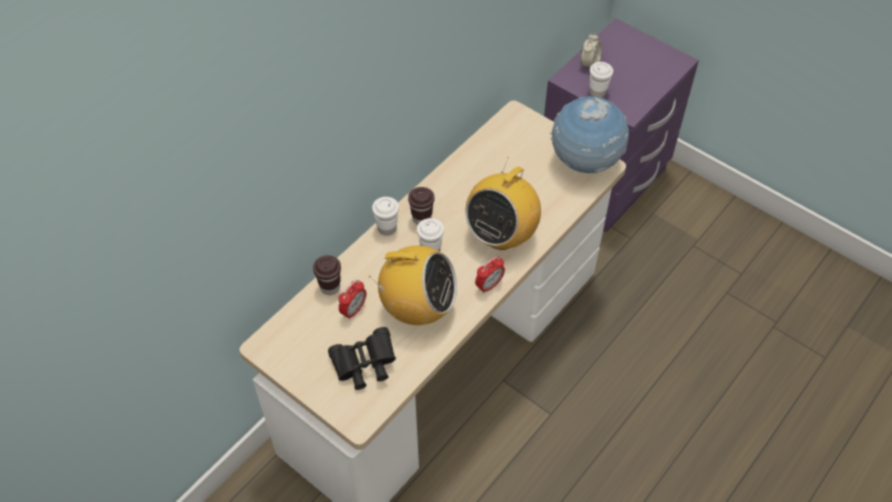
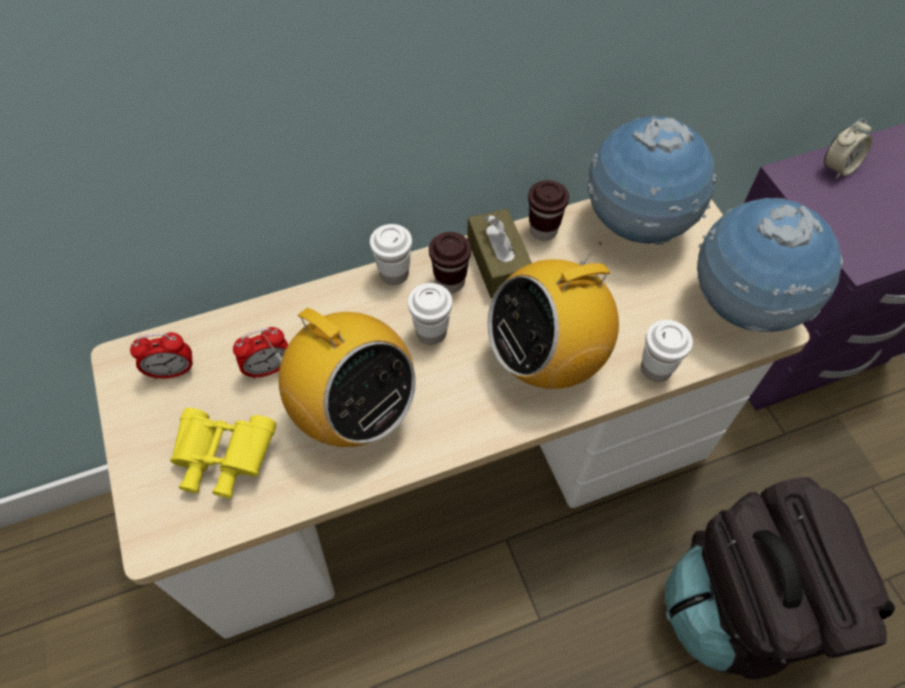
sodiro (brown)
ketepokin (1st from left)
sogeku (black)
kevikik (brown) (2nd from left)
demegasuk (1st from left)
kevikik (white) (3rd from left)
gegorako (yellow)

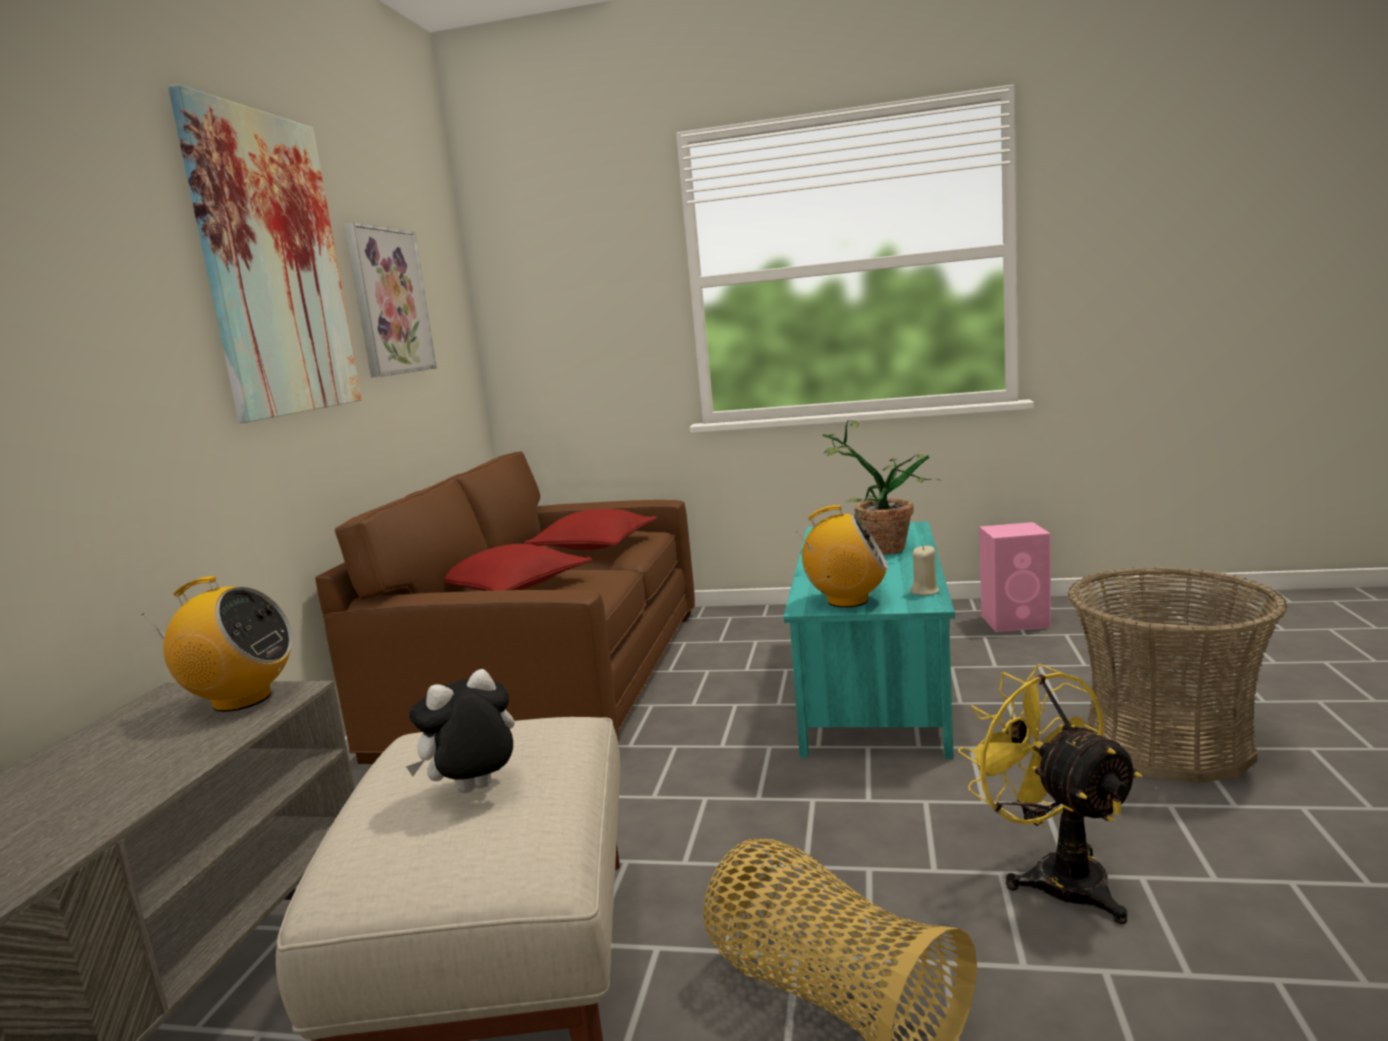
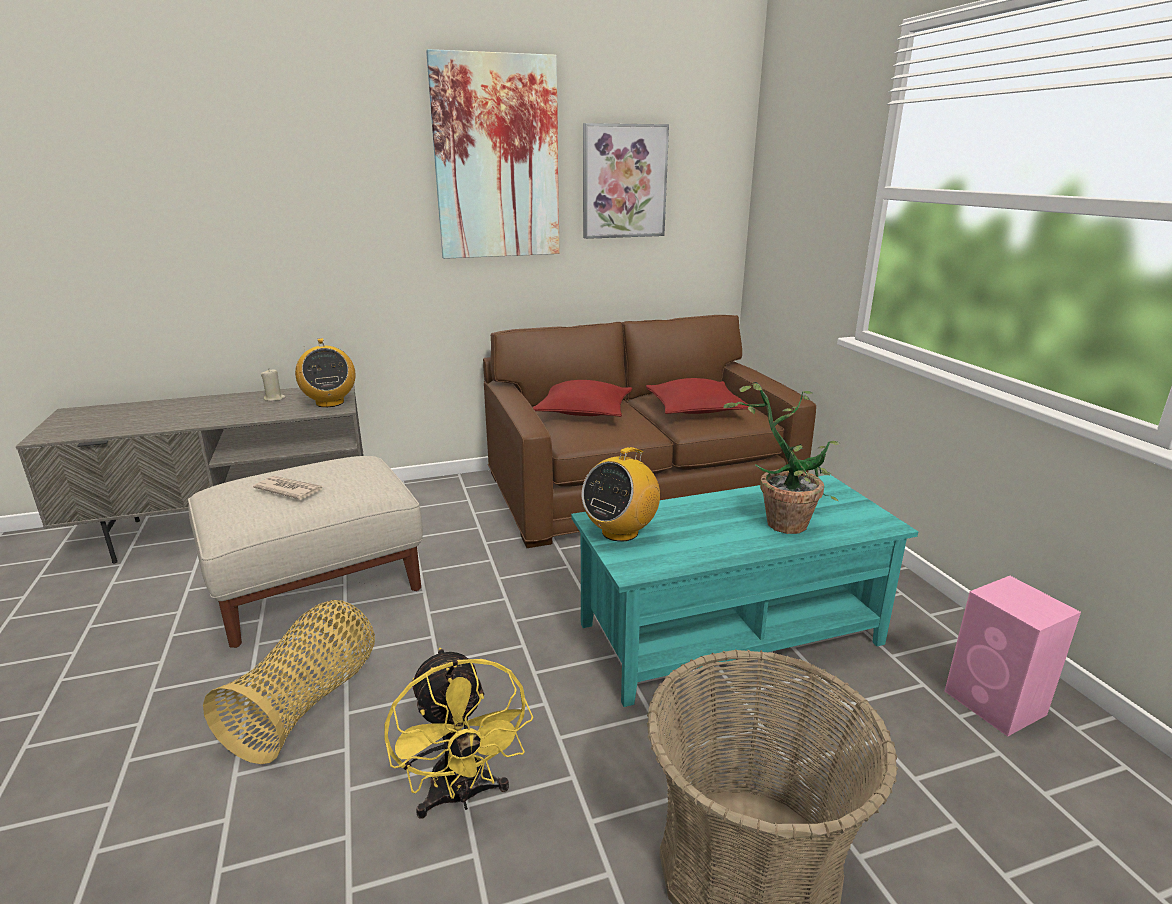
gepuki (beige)
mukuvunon
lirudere (2nd from left)
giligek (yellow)

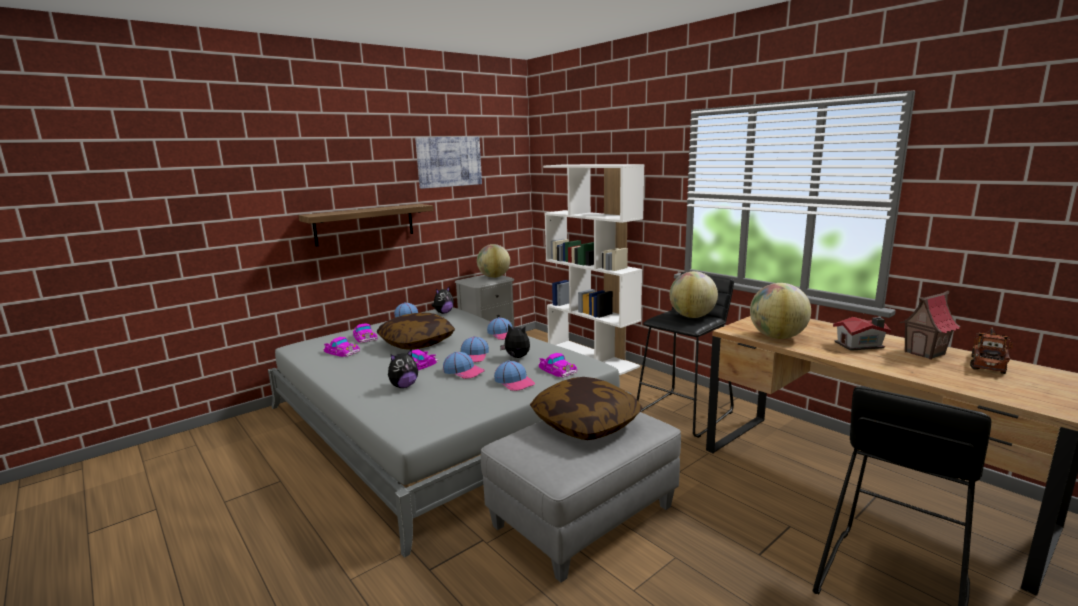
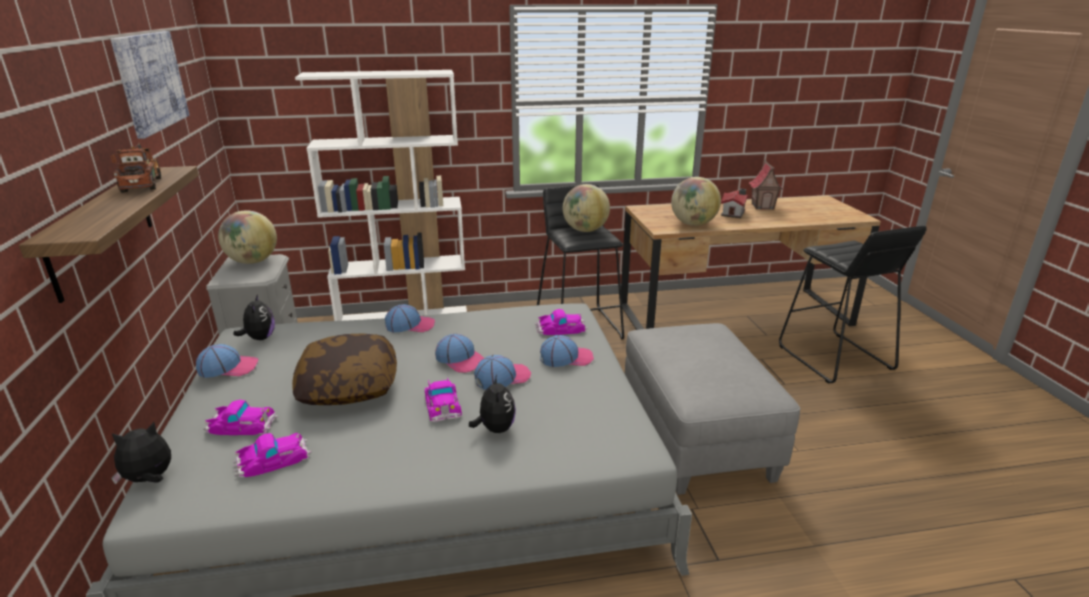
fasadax (2nd from left in the first image)
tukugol (1st from left)
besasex

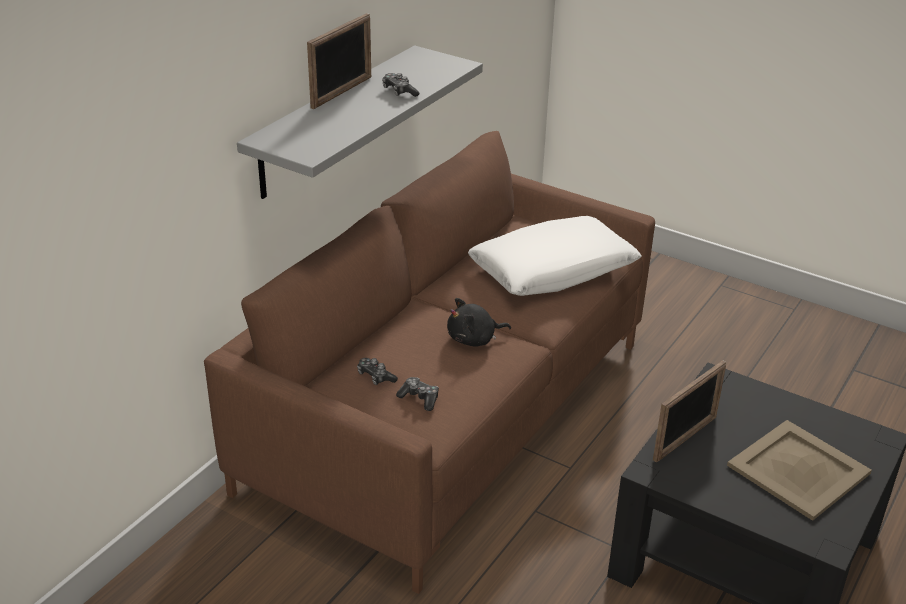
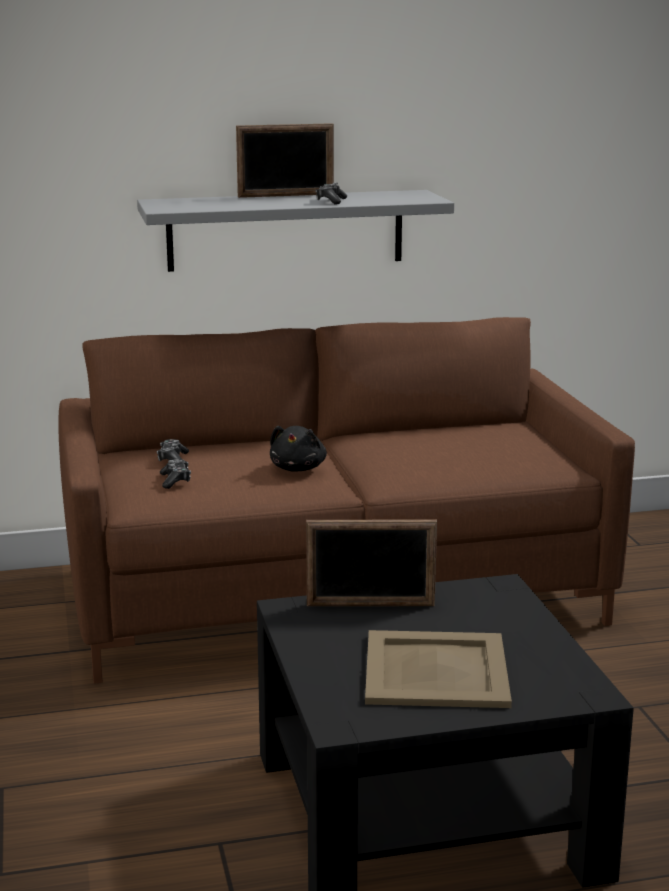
fasadax (white)
tukugol (black)

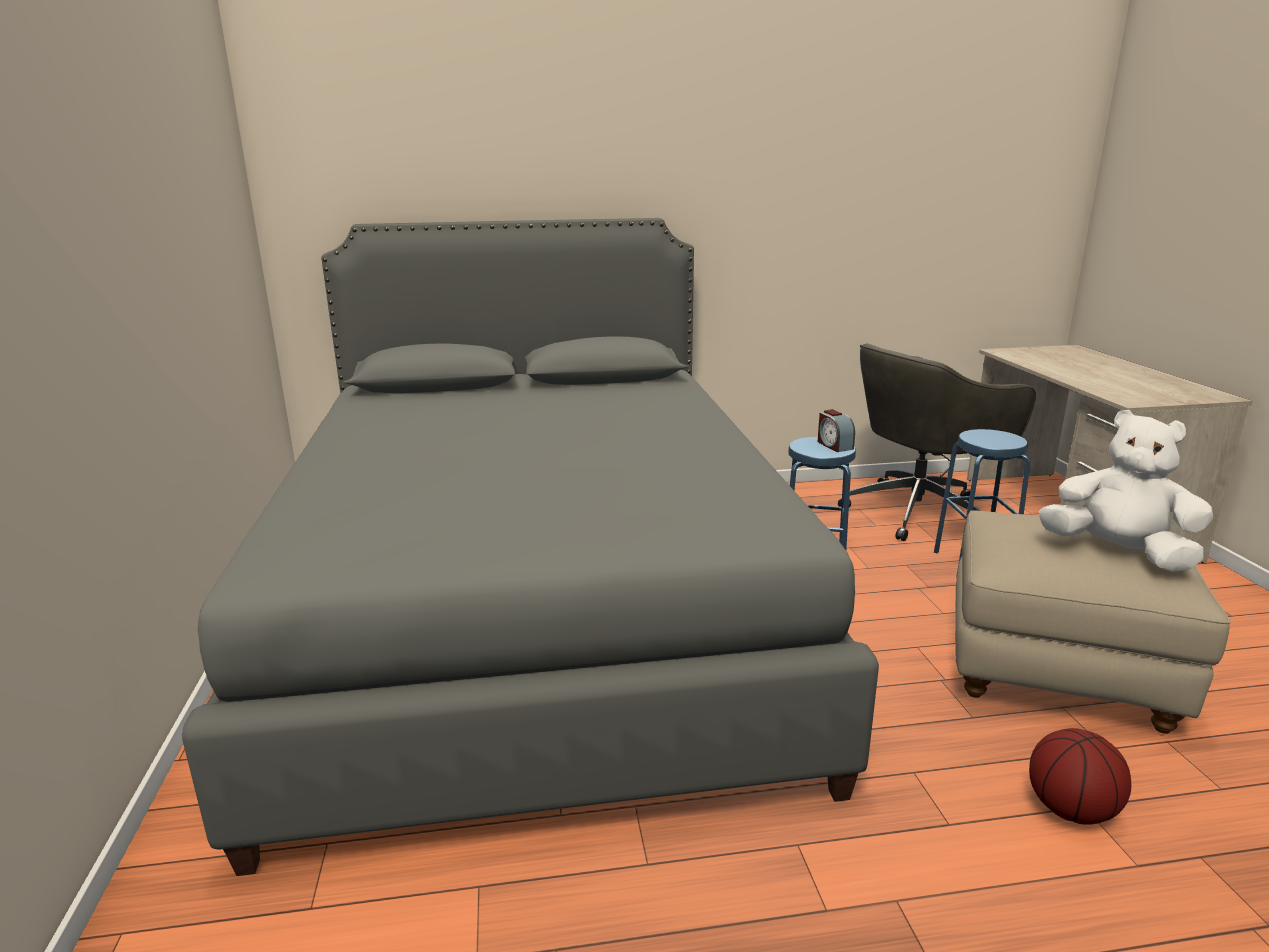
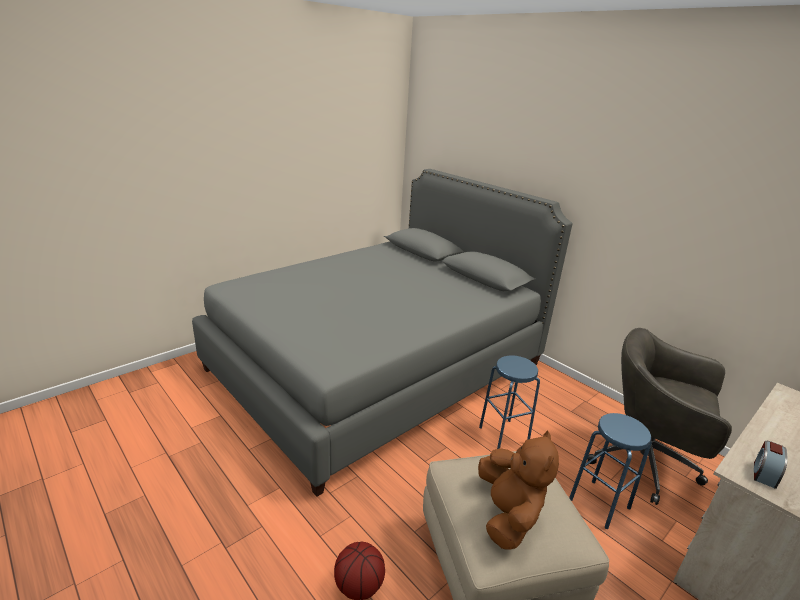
demegasuk
tukugol (brown)

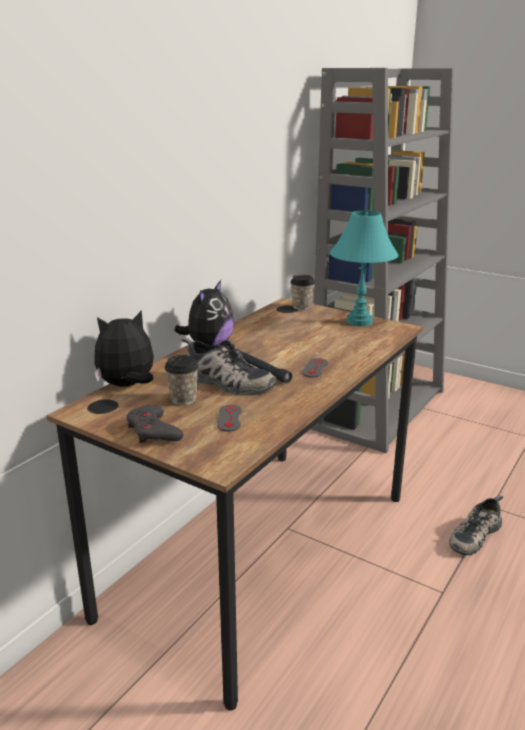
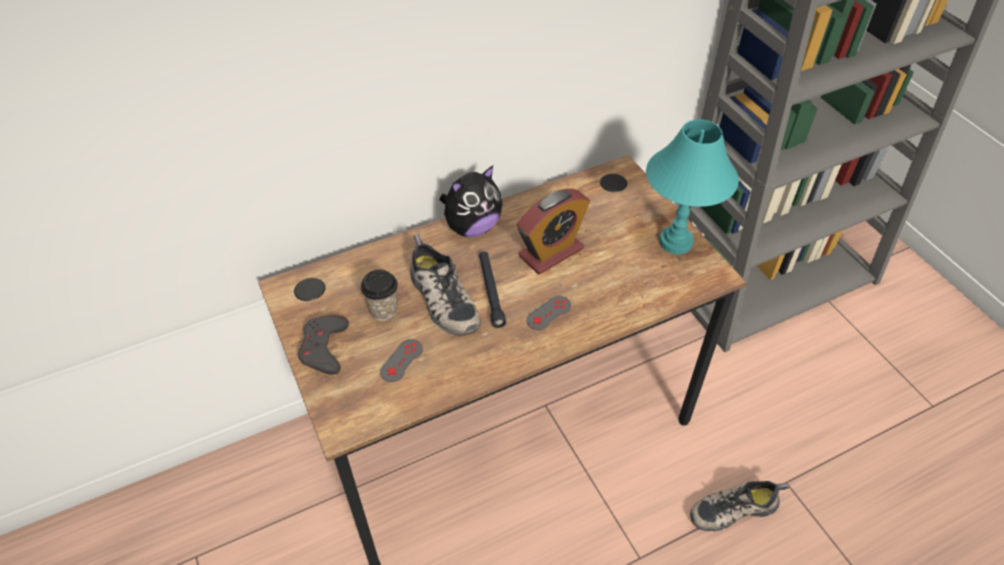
tukugol (1st from left in the first image)
kevikik (2nd from left in the first image)
demegasuk

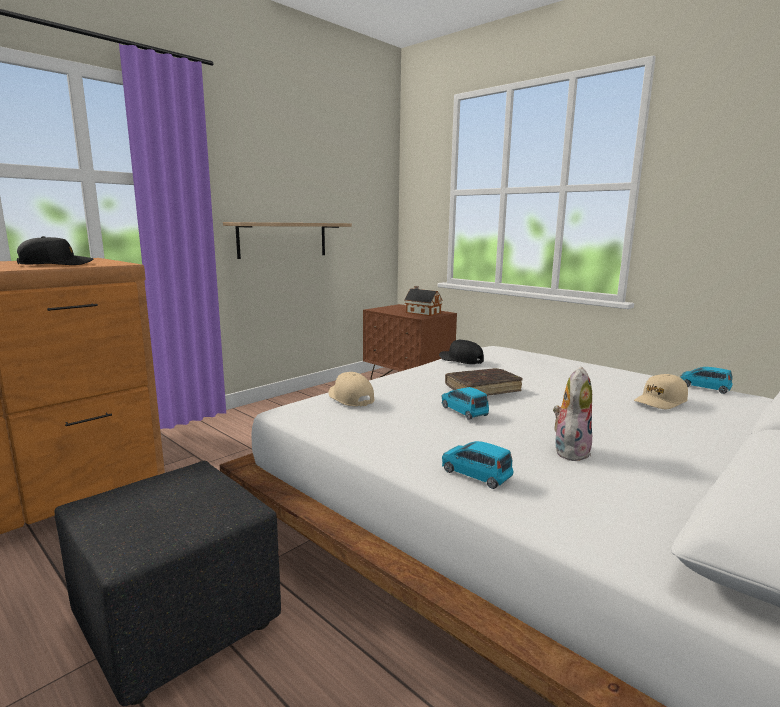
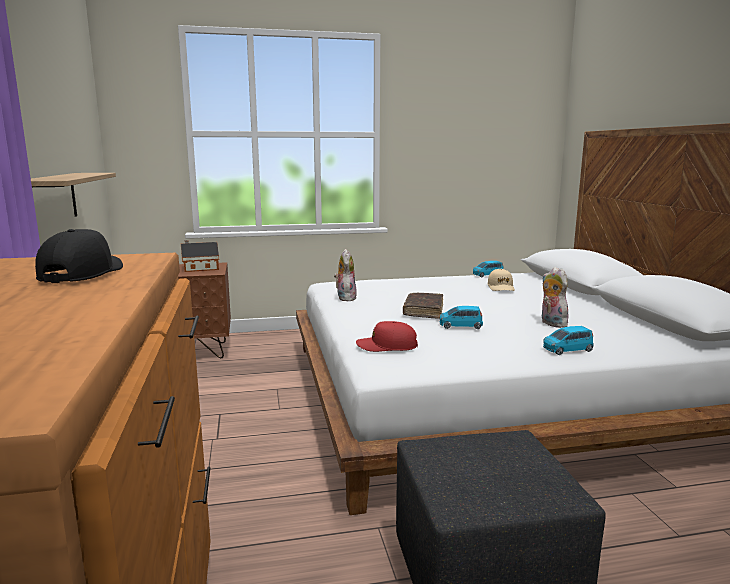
tukugol (1st from left)
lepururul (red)

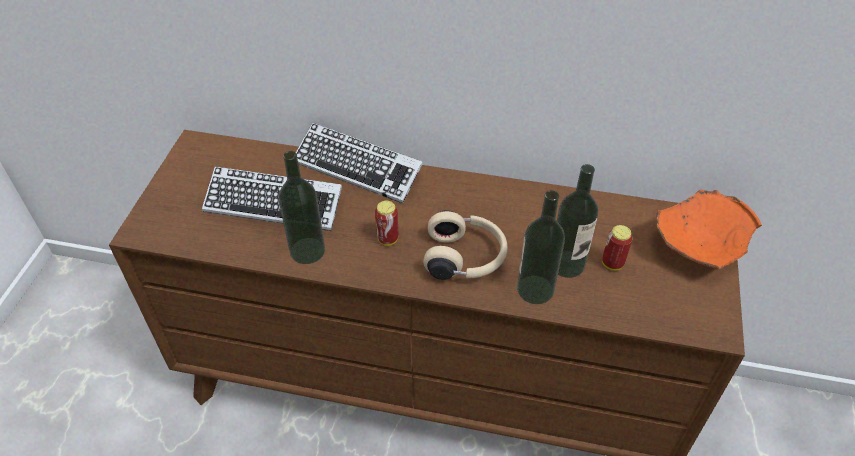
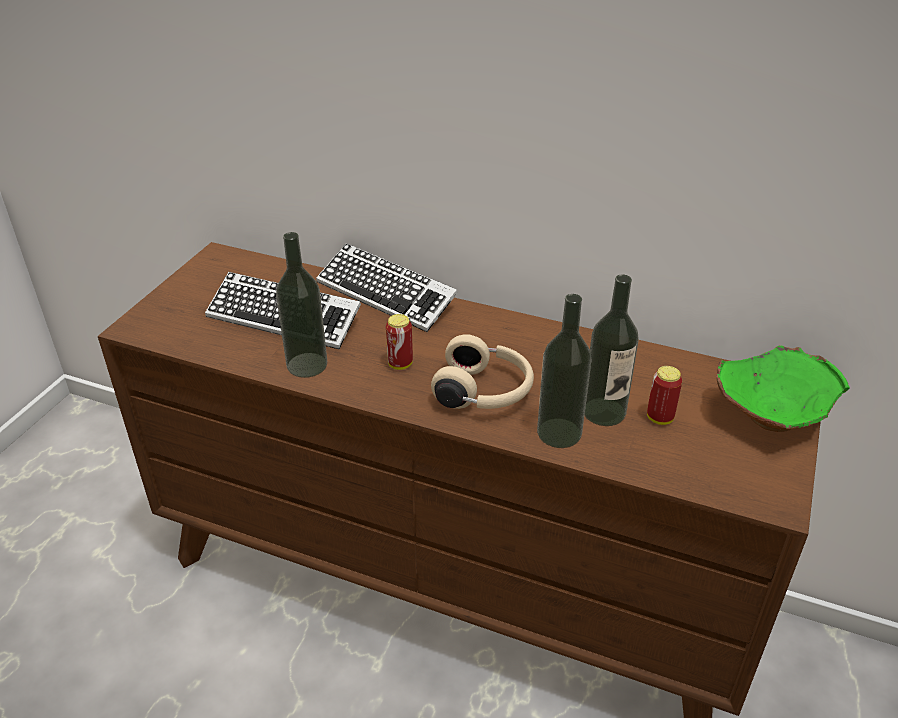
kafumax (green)

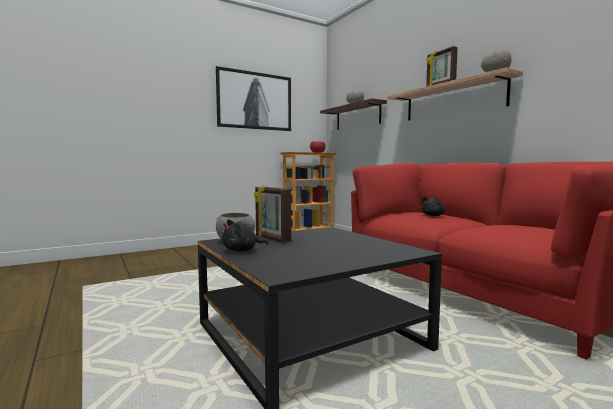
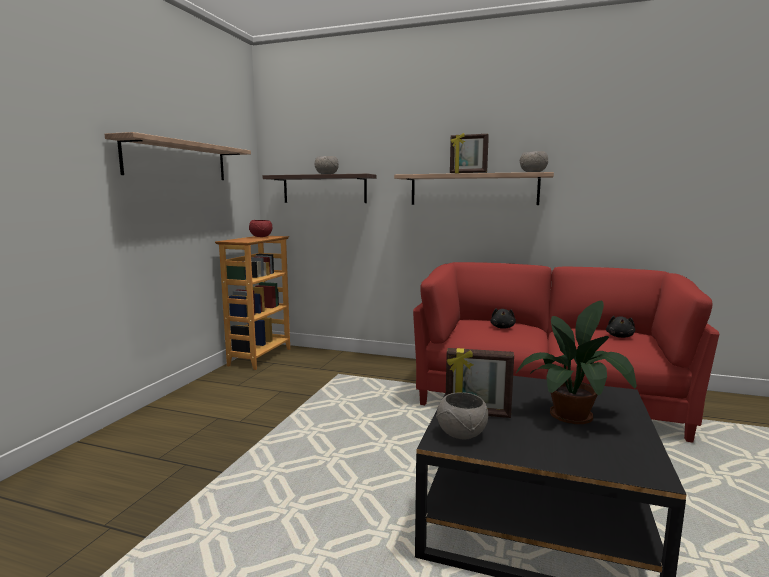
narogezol
tukugol (black) (2nd from left)
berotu (1st from left)

